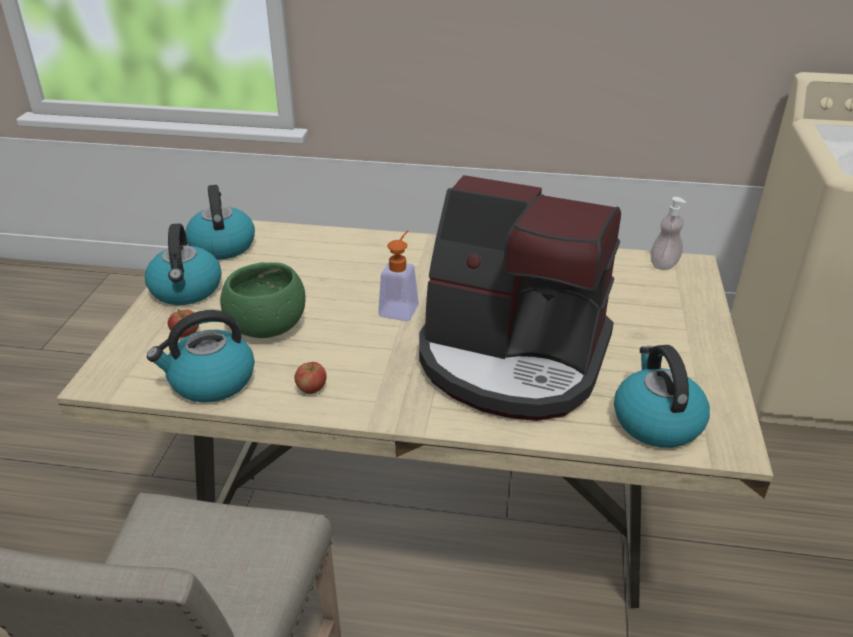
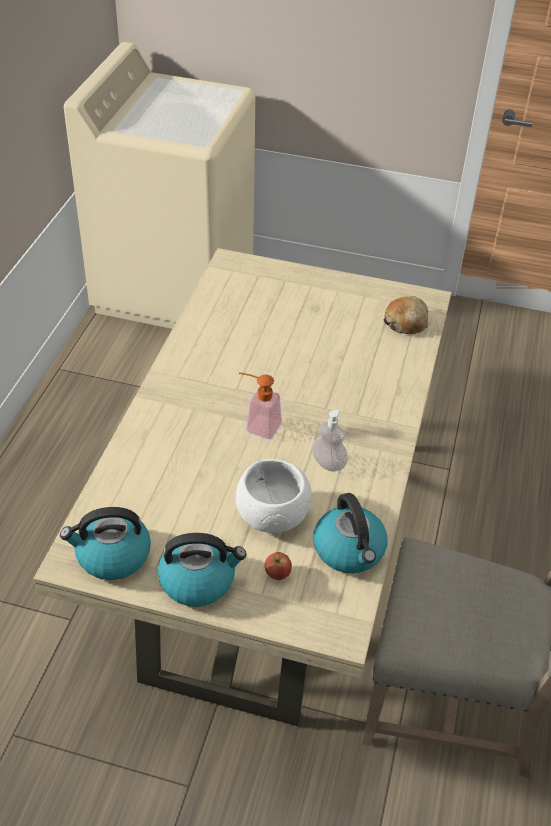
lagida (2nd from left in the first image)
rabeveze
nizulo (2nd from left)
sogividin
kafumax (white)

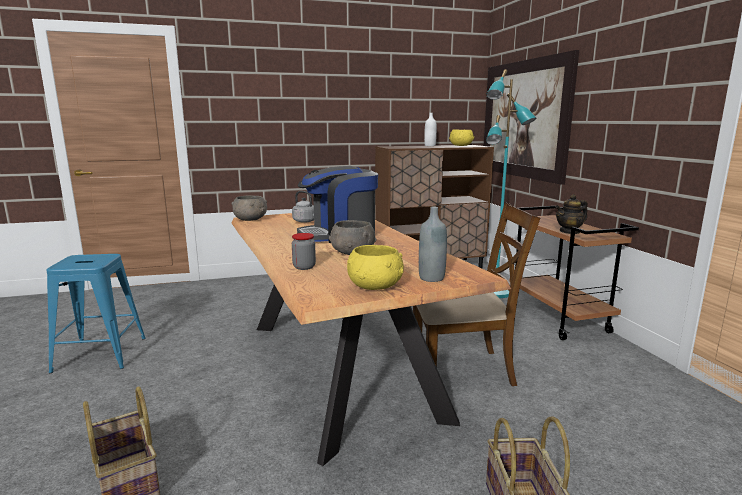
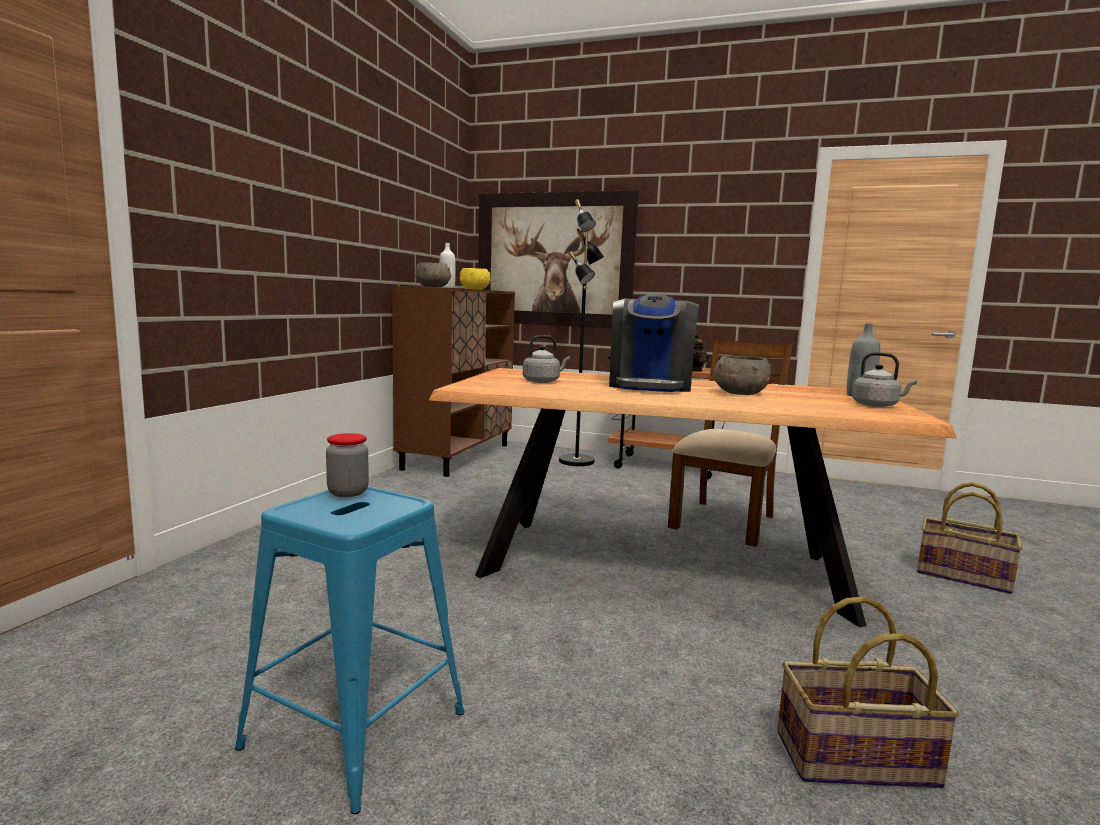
kafumax (grey) (1st from left)
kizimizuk
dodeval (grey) (2nd from left)
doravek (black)

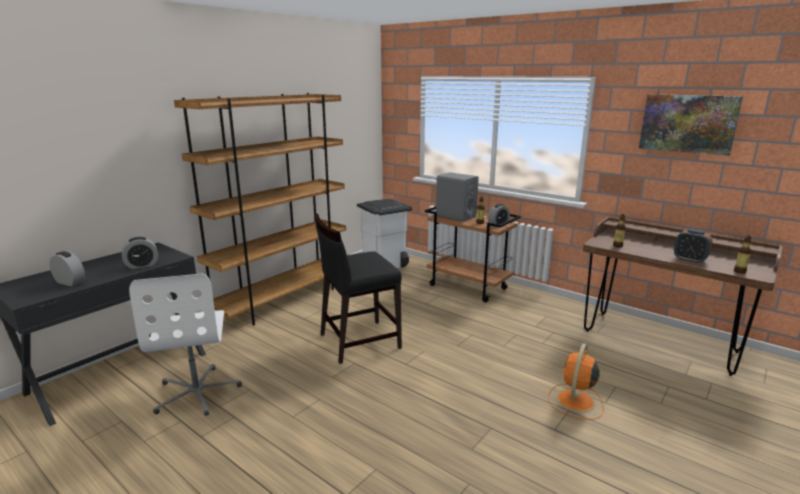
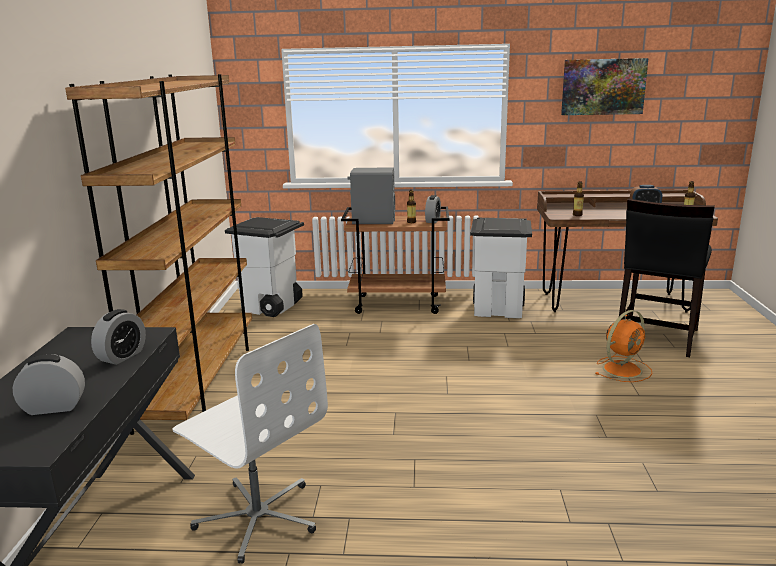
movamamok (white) (2nd from left)
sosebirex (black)
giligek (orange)

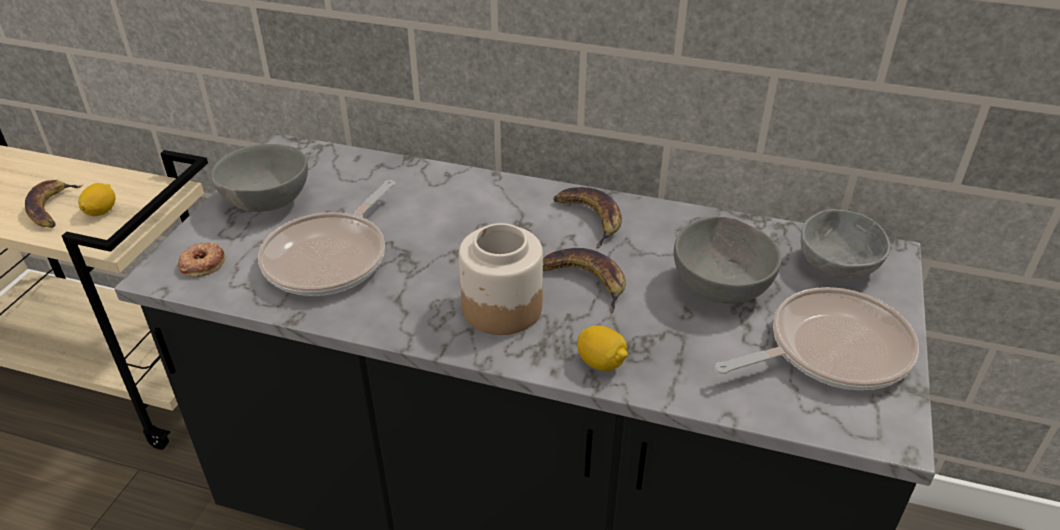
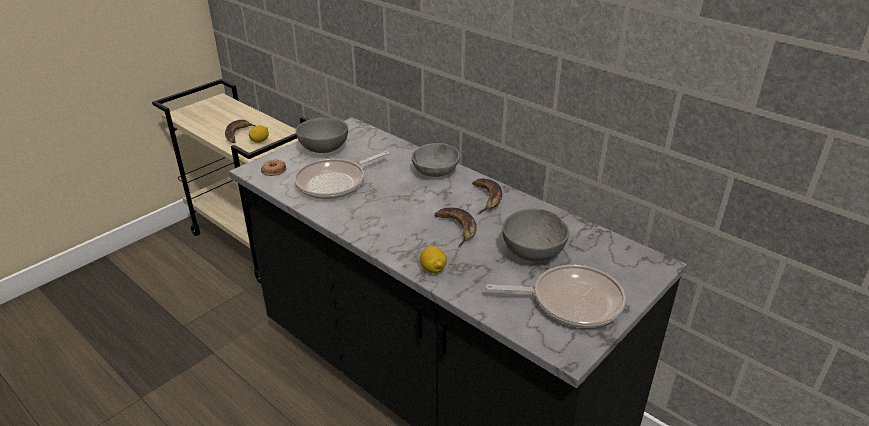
kizimizuk
kafumax (grey) (2nd from left)

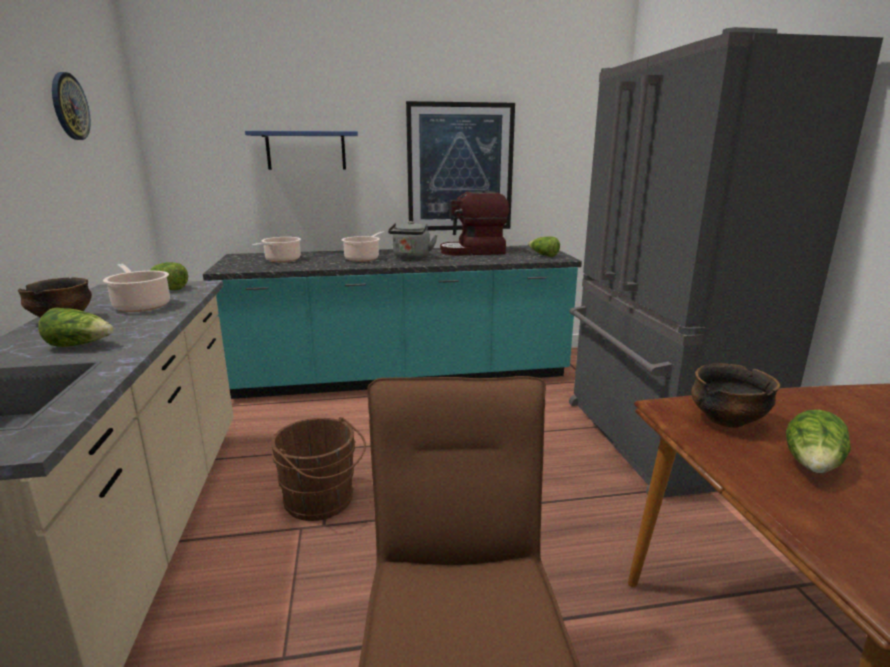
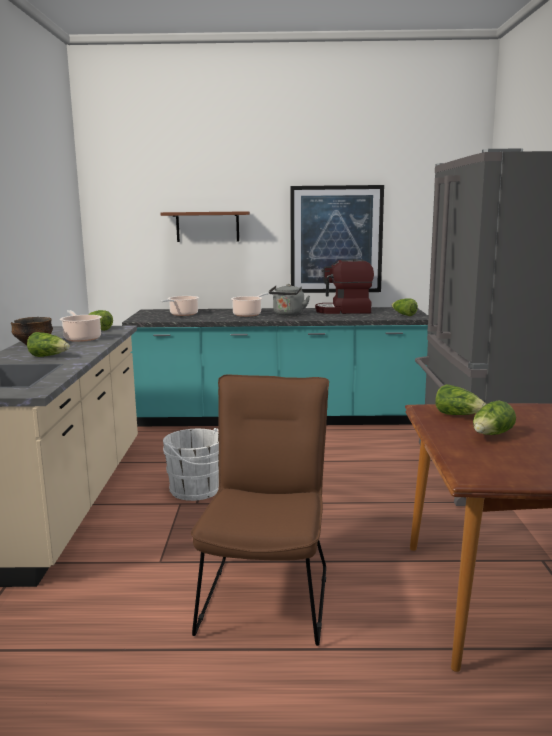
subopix
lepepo (4th from left)
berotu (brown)
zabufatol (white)

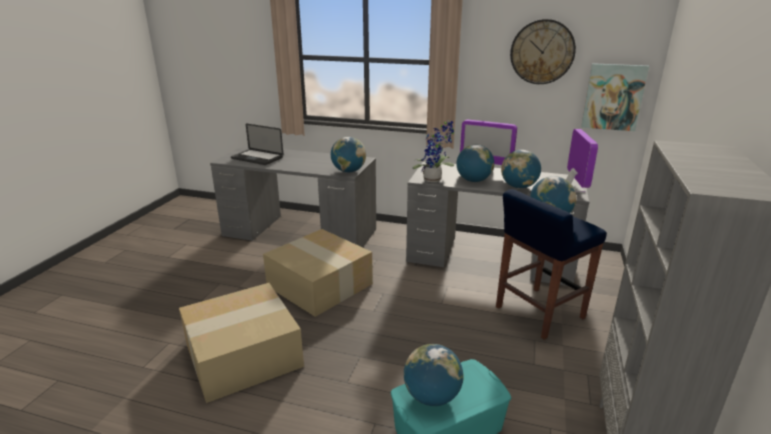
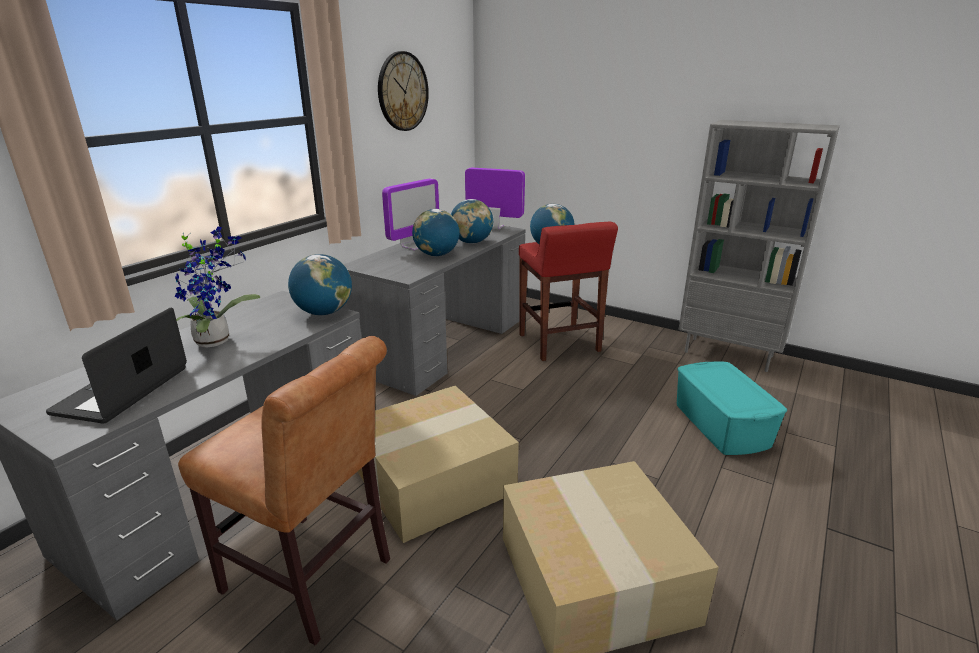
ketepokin (2nd from left in the first image)
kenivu
sosebirex (brown)
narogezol
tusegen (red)
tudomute

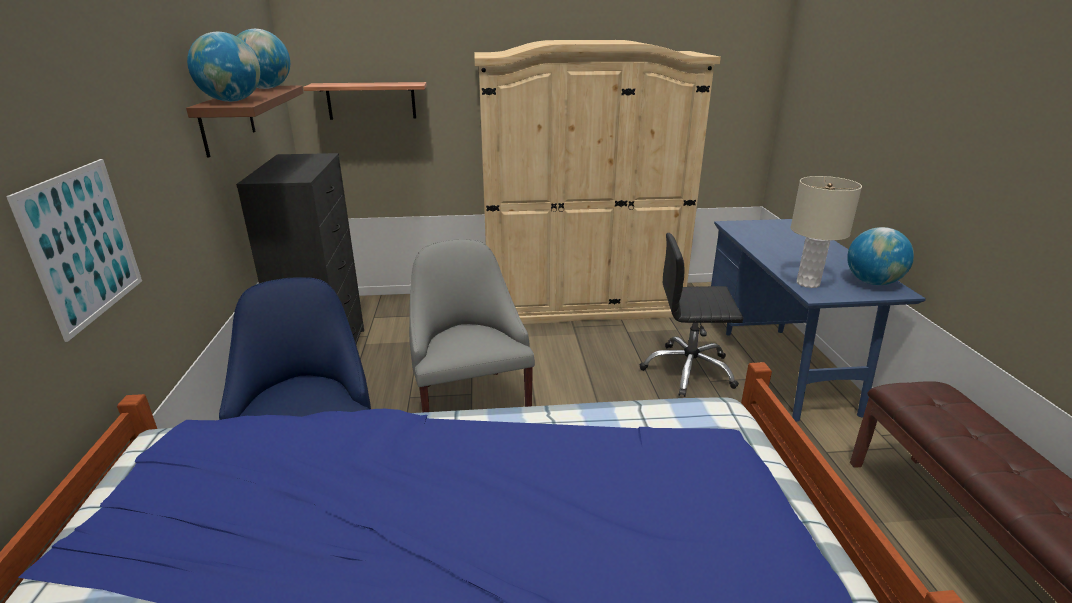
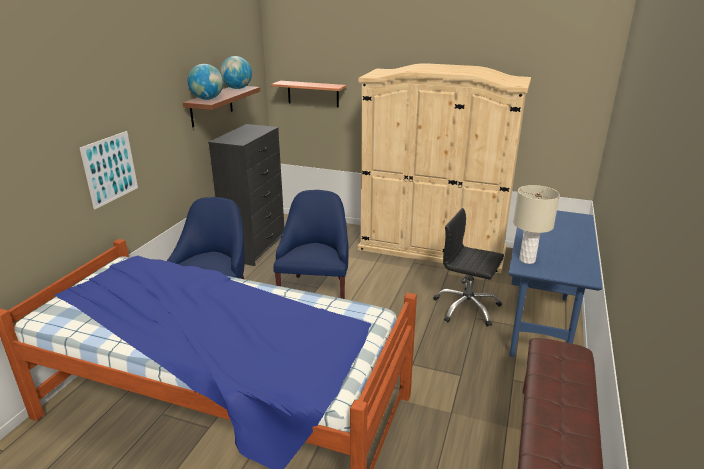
ketepokin (3rd from left in the first image)
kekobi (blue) (2nd from left)

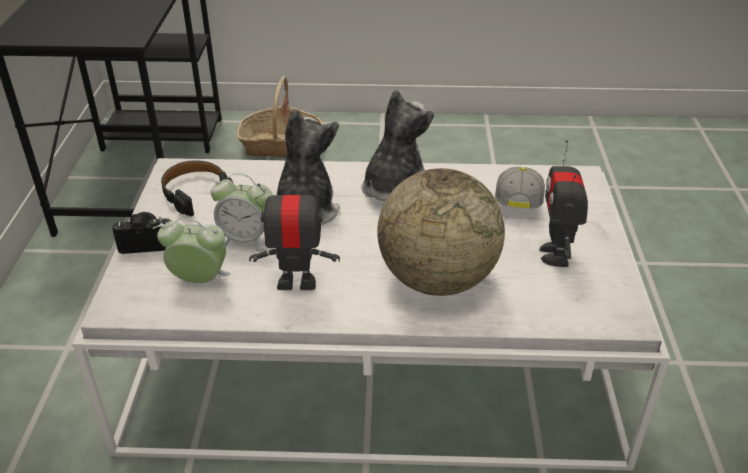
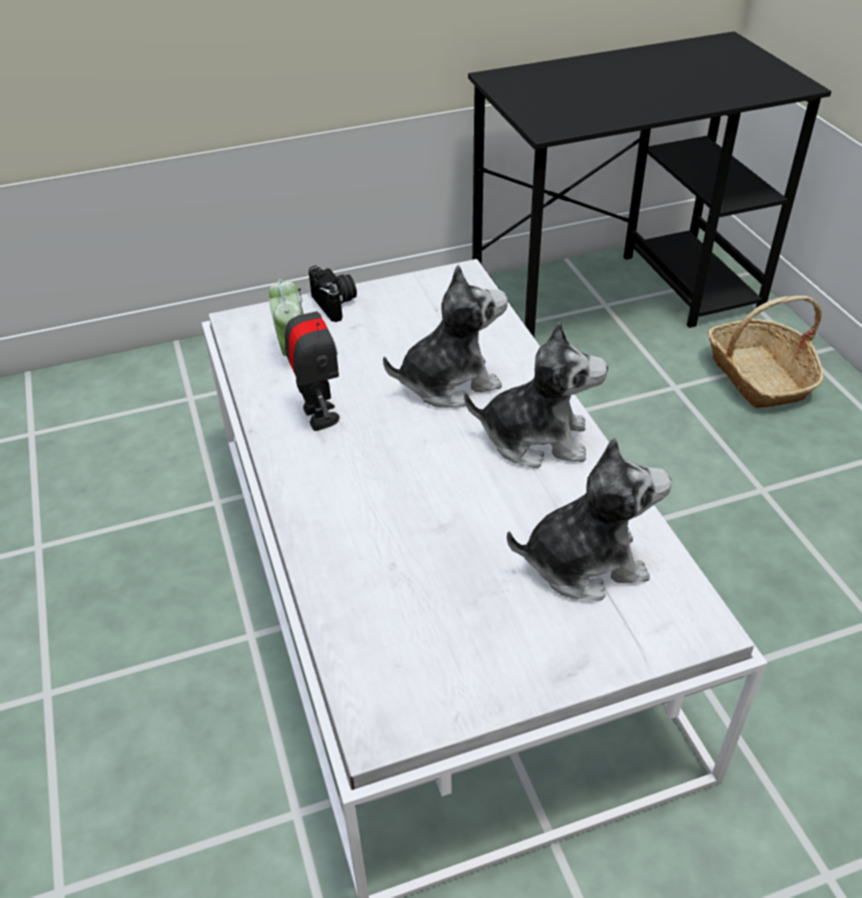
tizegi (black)
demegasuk (2nd from left in the first image)
ketepokin
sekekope (2nd from left in the first image)
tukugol (3rd from left)

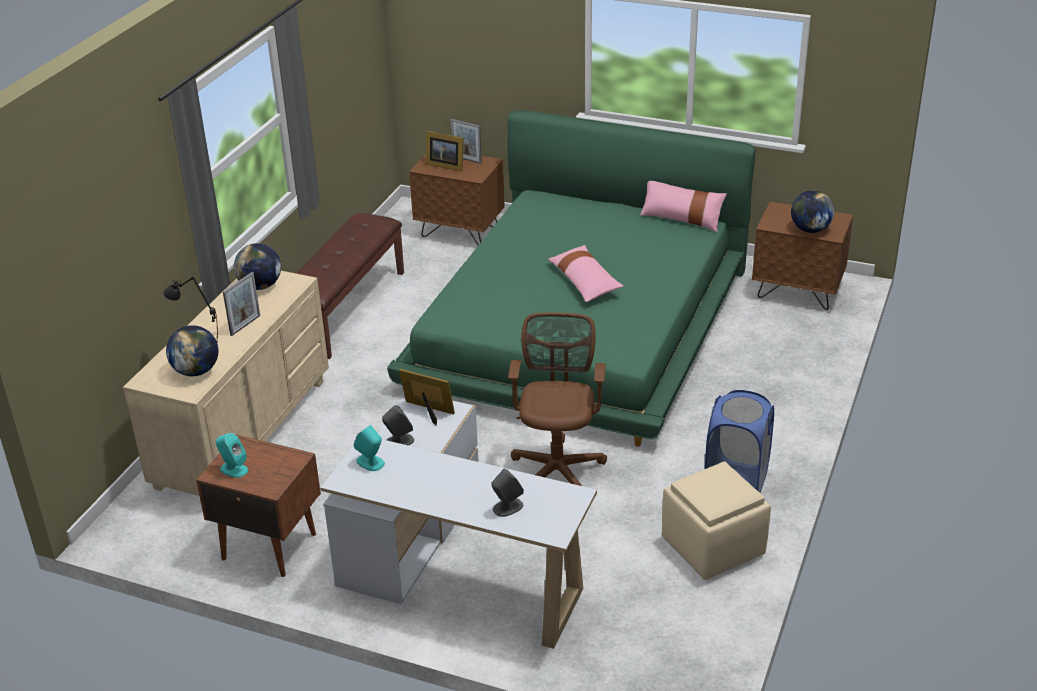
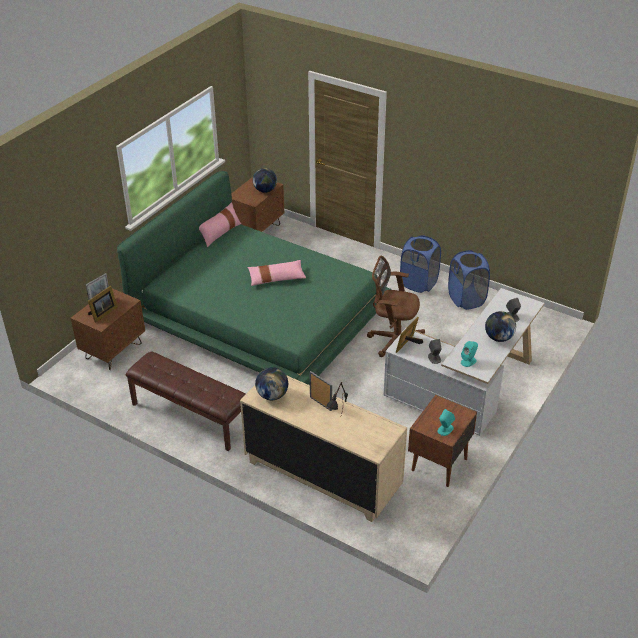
ketepokin (3rd from left)
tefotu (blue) (2nd from left)

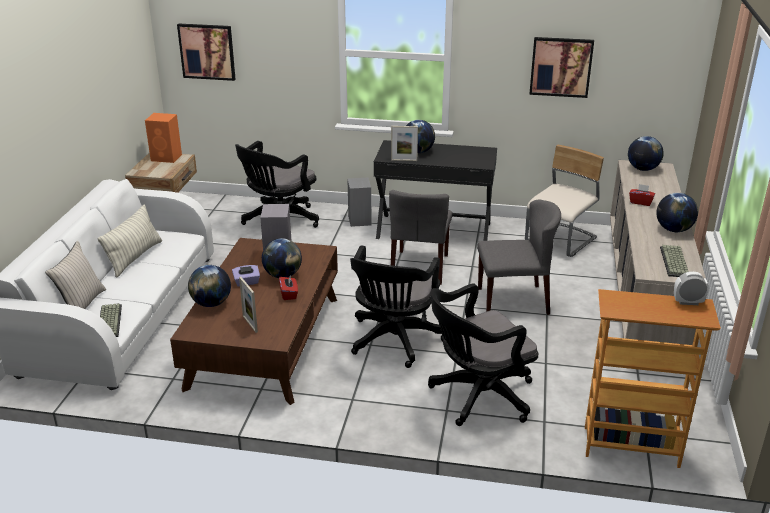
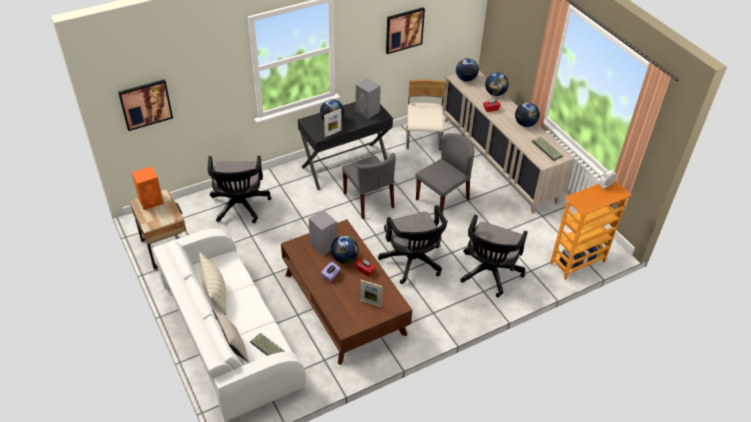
ketepokin (4th from left)
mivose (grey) (2nd from left)

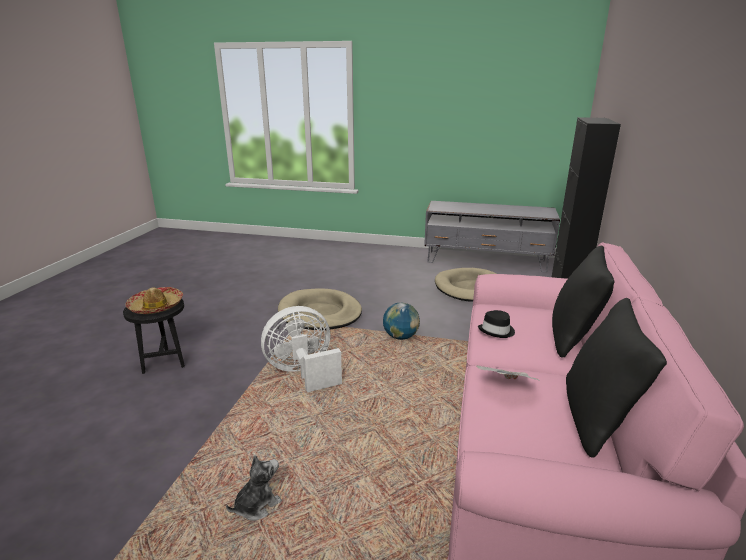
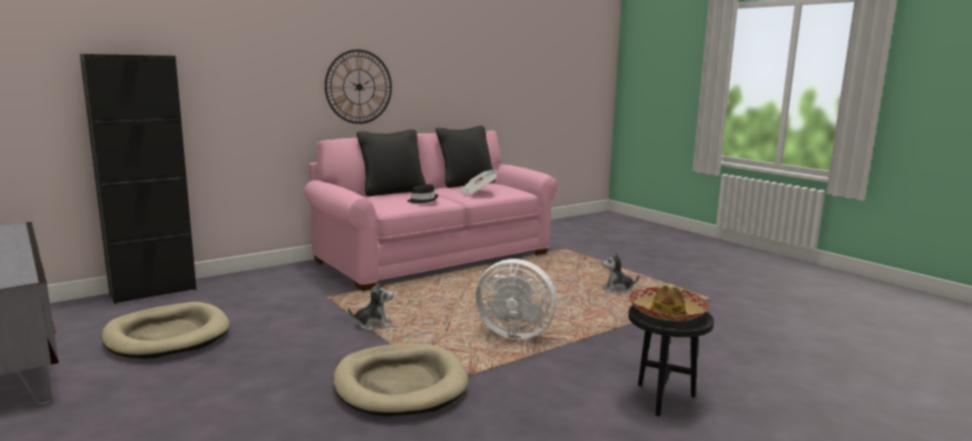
subopix
tukugol (1st from left)

